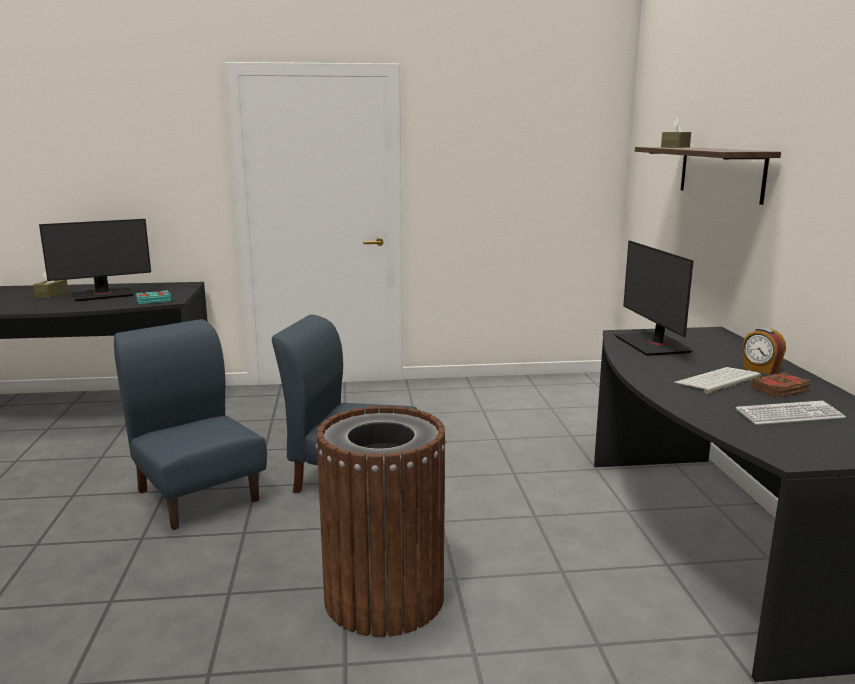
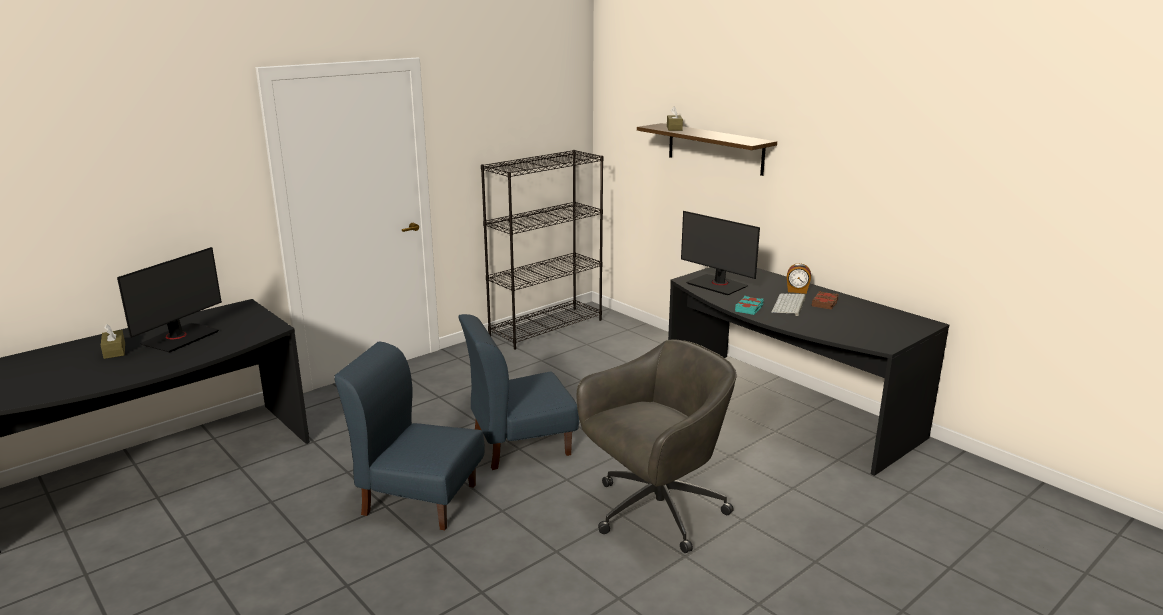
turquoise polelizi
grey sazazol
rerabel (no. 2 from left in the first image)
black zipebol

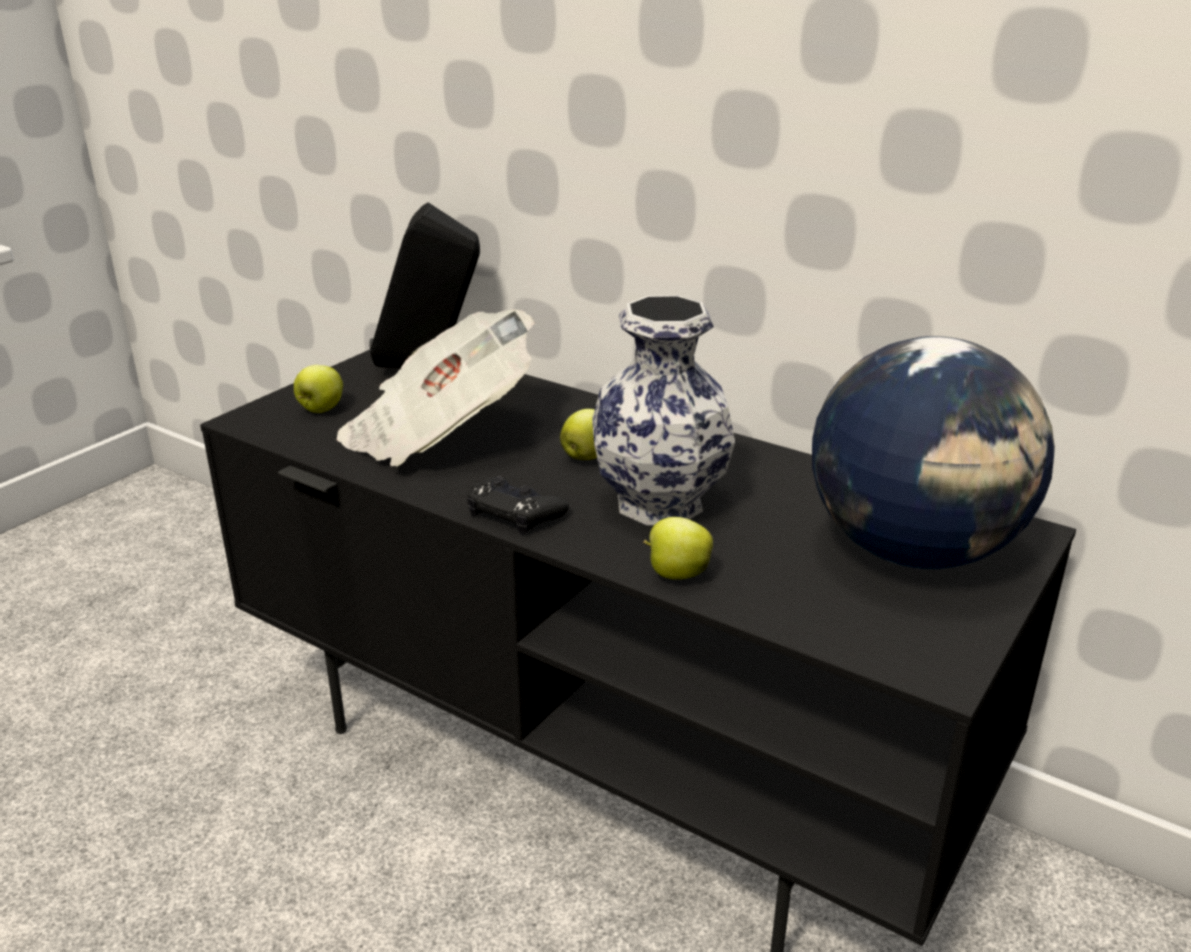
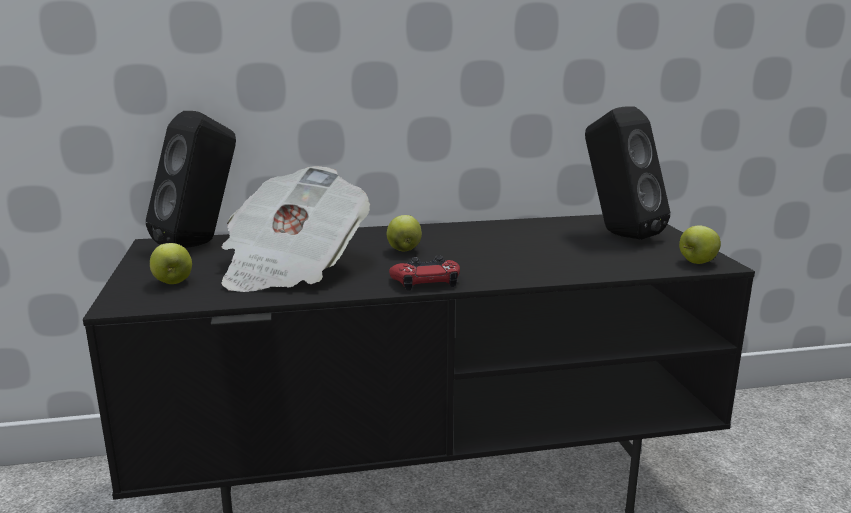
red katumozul
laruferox
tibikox (no. 3 from left)
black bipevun (no. 2 from left)

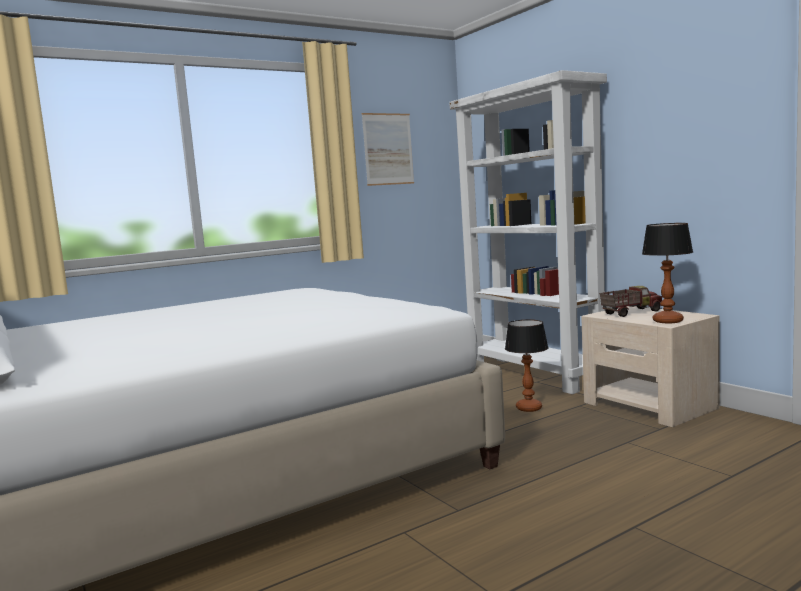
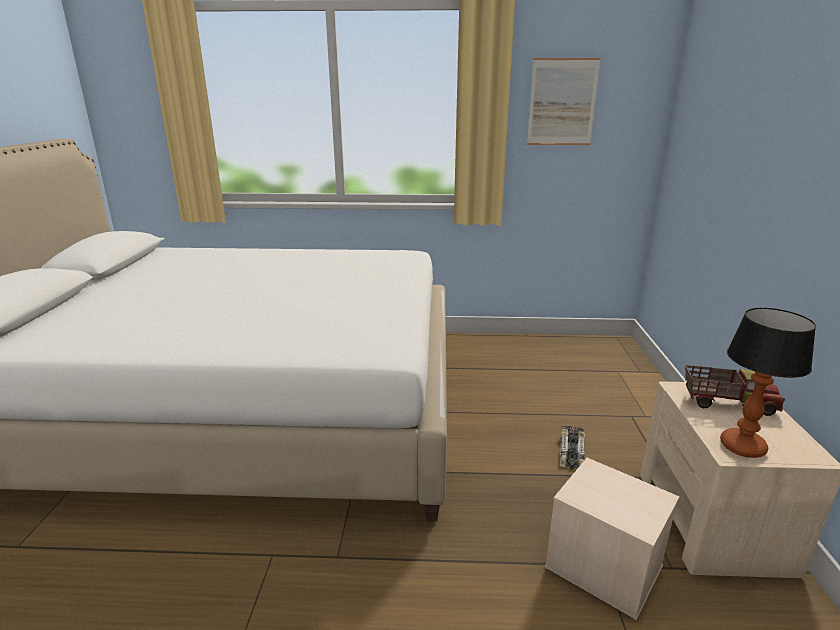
white zipebol
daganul
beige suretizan

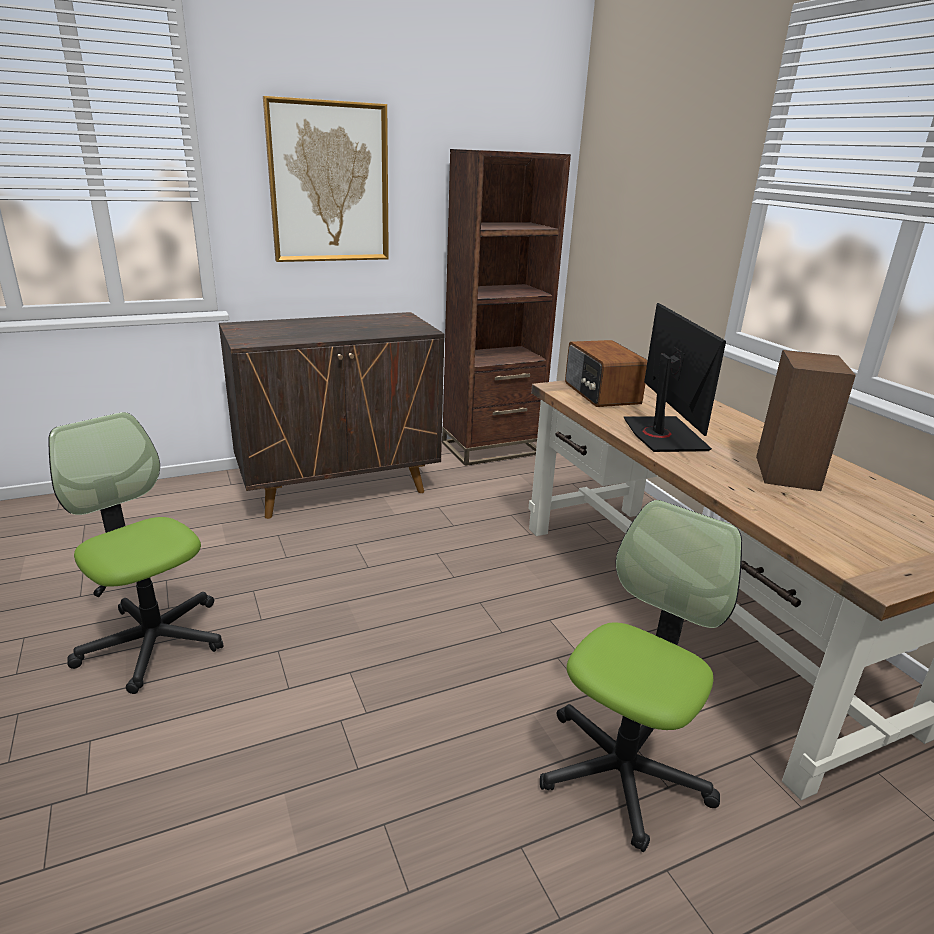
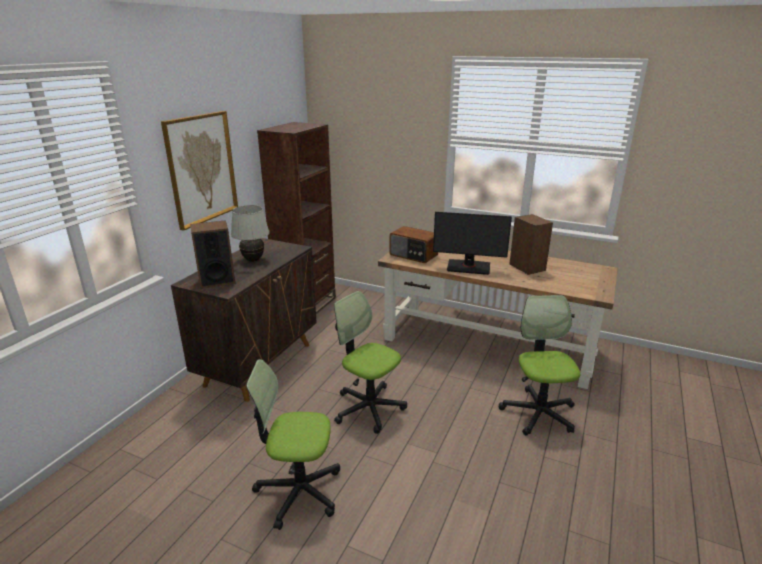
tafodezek
bipevun (no. 1 from left)
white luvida
sazazol (no. 2 from left)

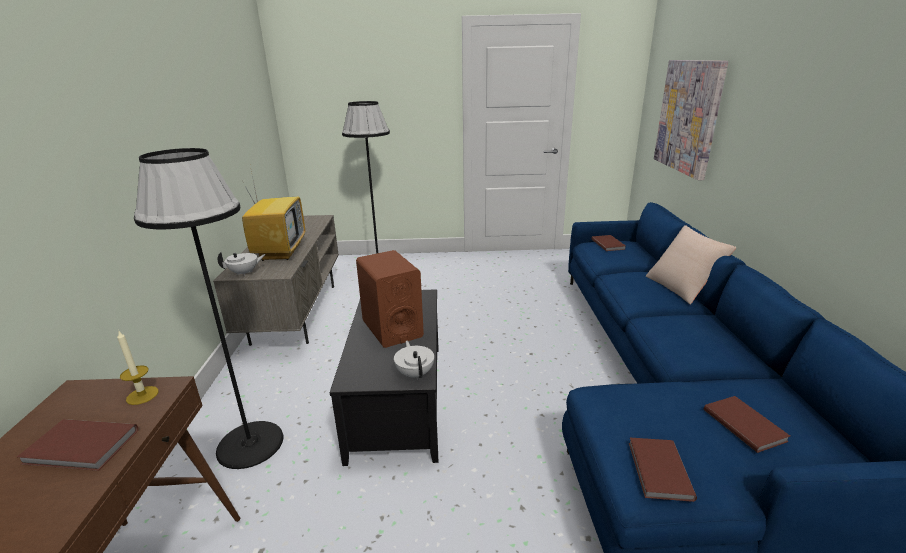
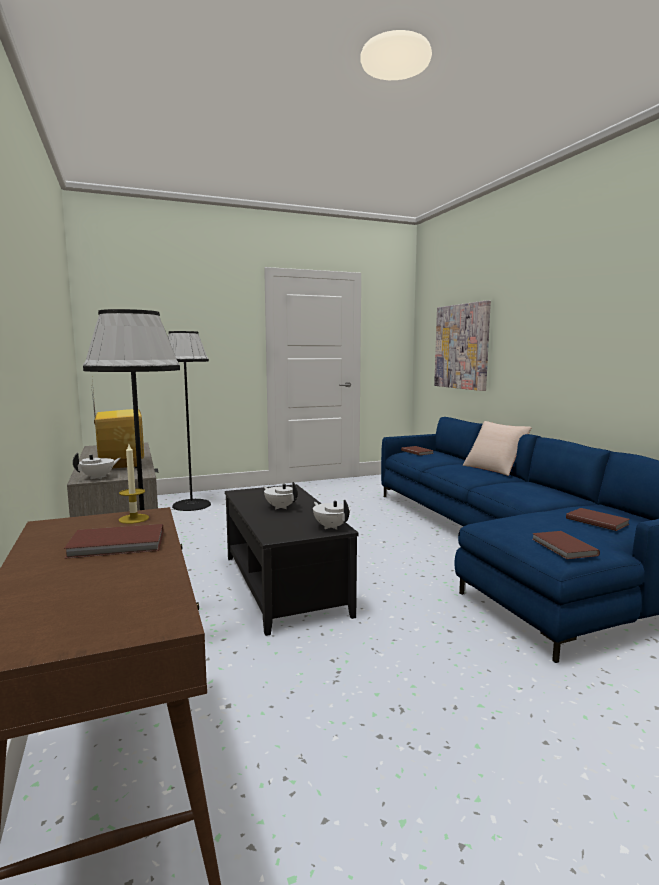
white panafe (no. 2 from left)

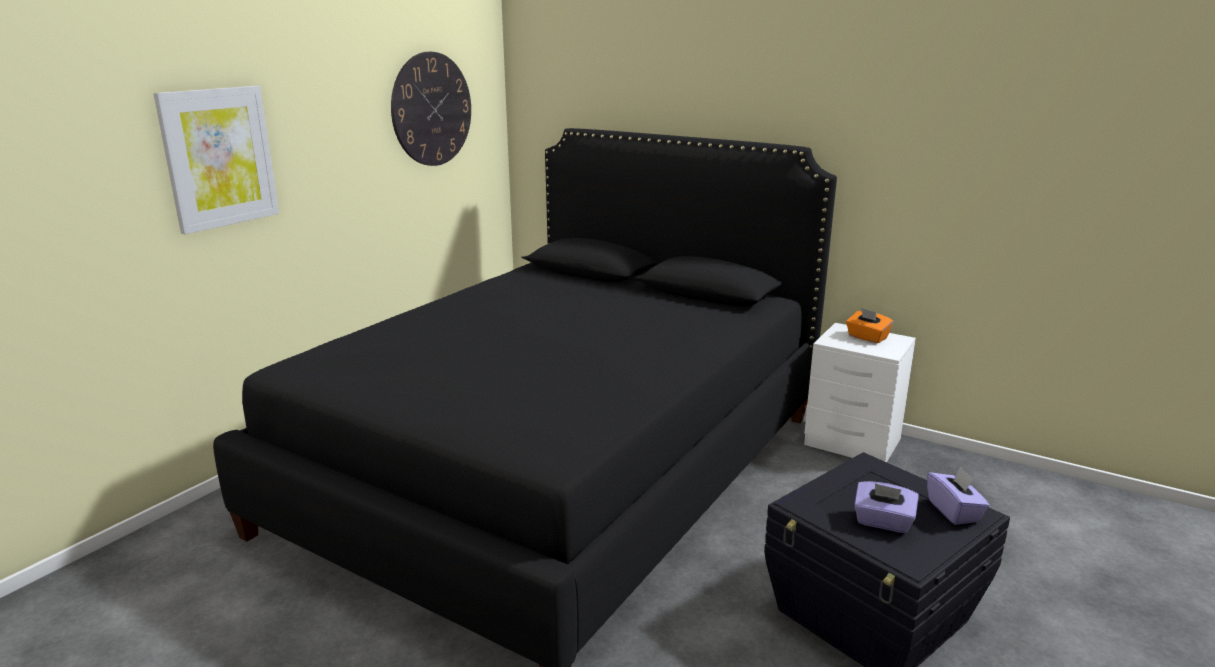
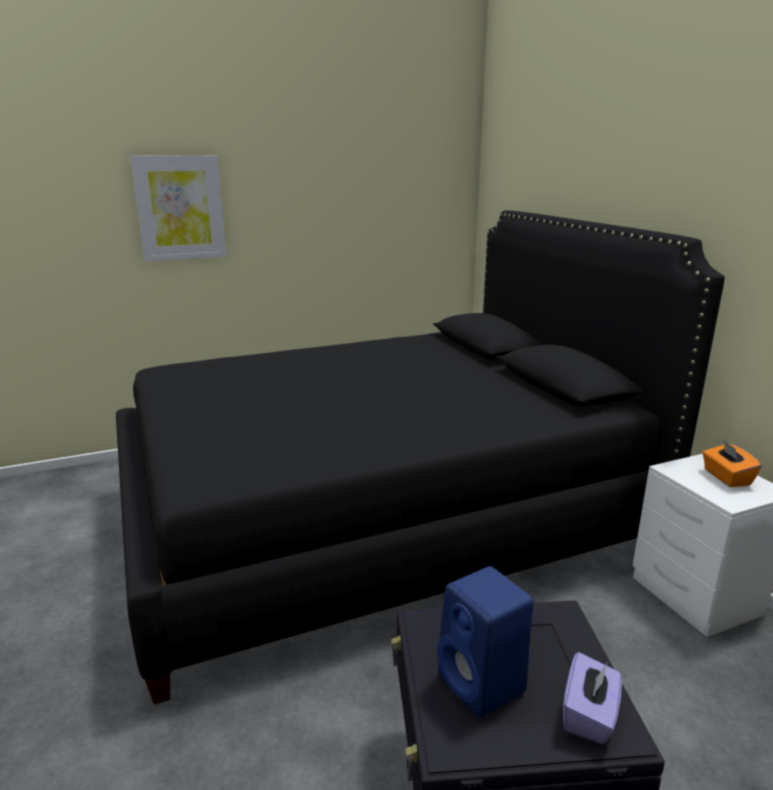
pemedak
blue bipevun

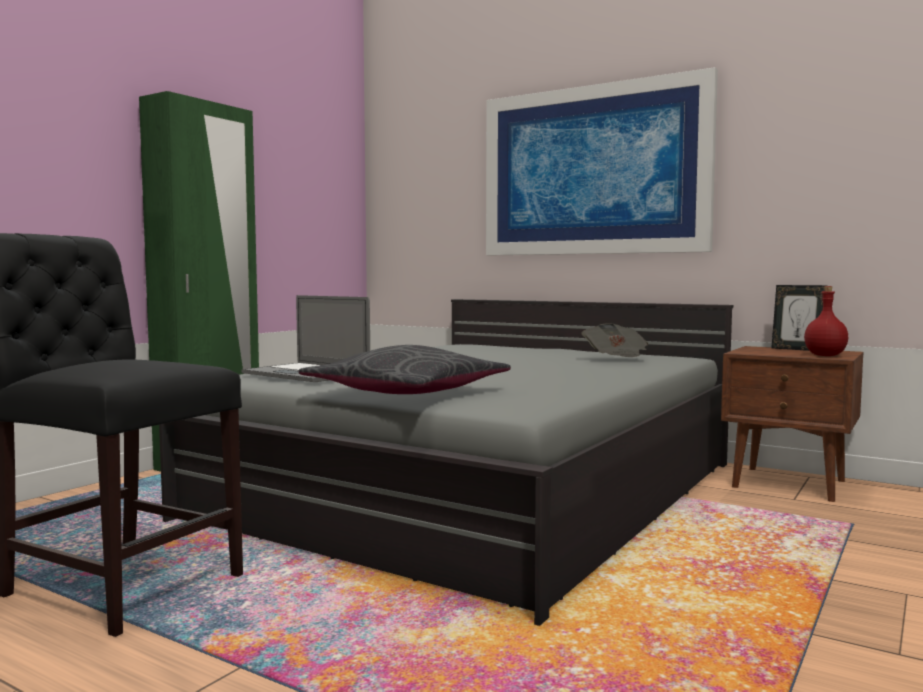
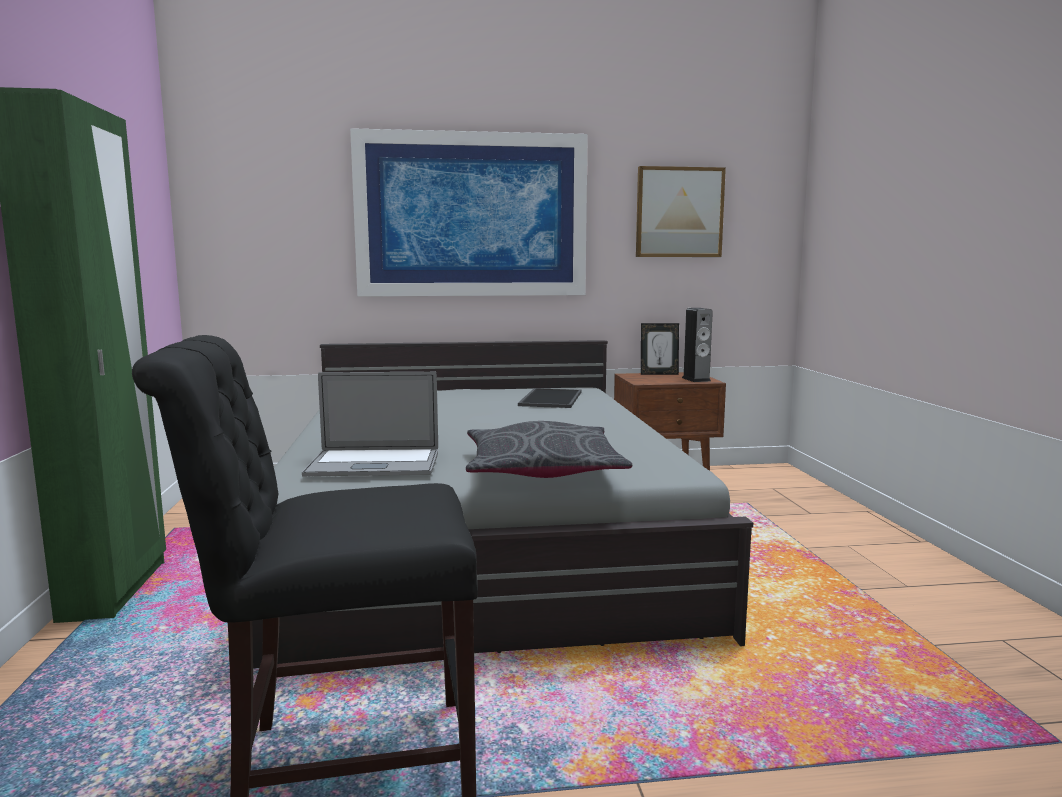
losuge
bipevun
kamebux (no. 2 from left)

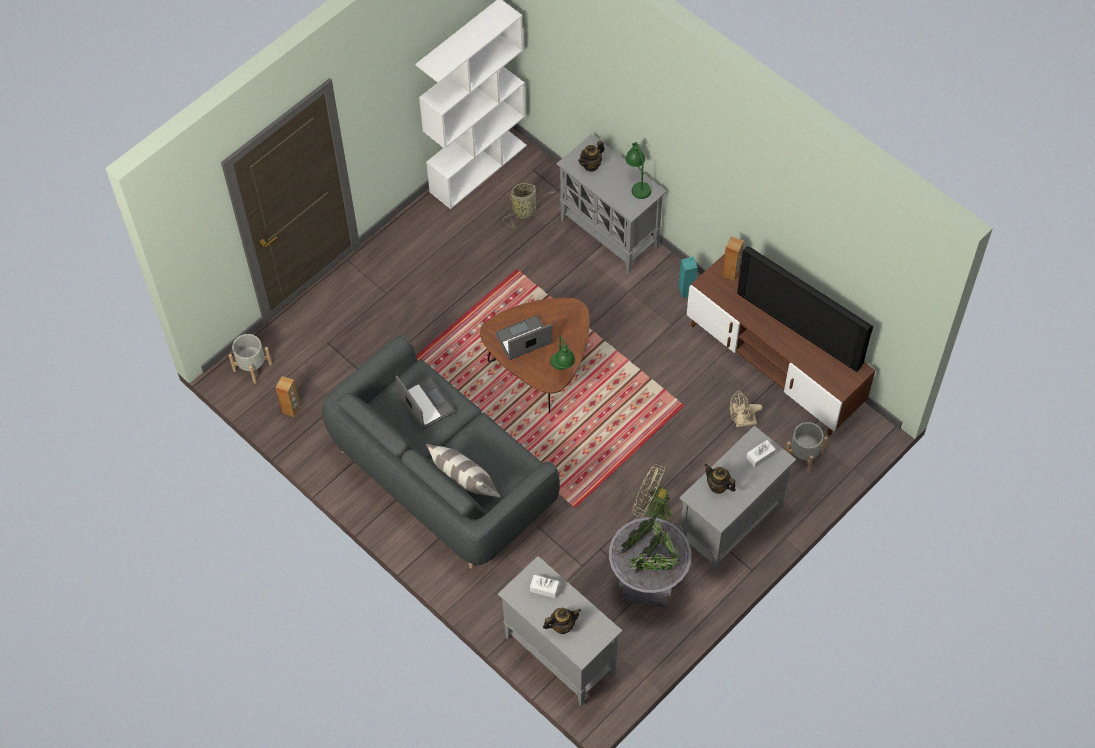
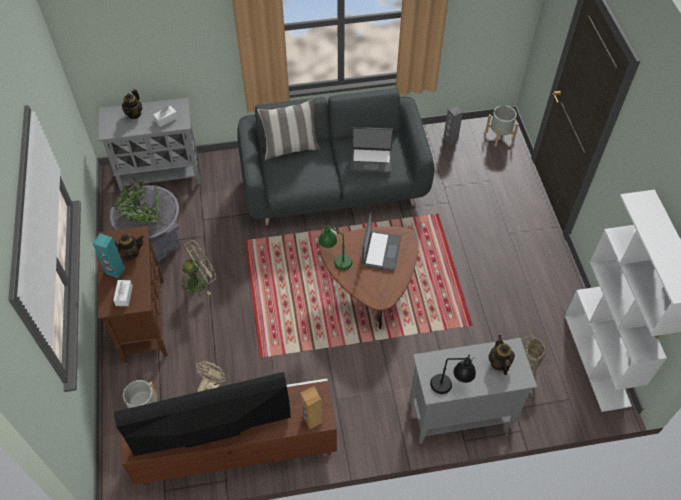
grey bipevun
black luvida
turquoise bipevun
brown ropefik

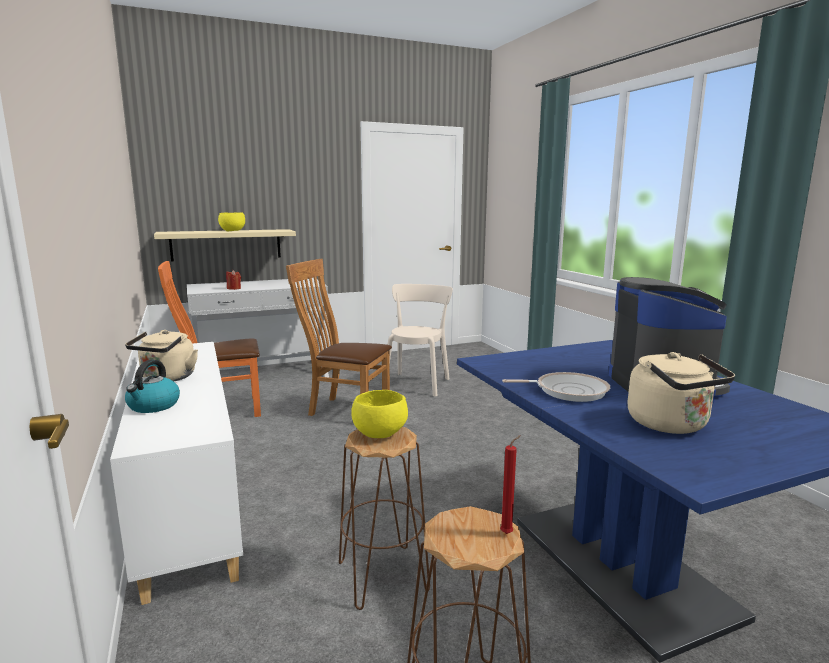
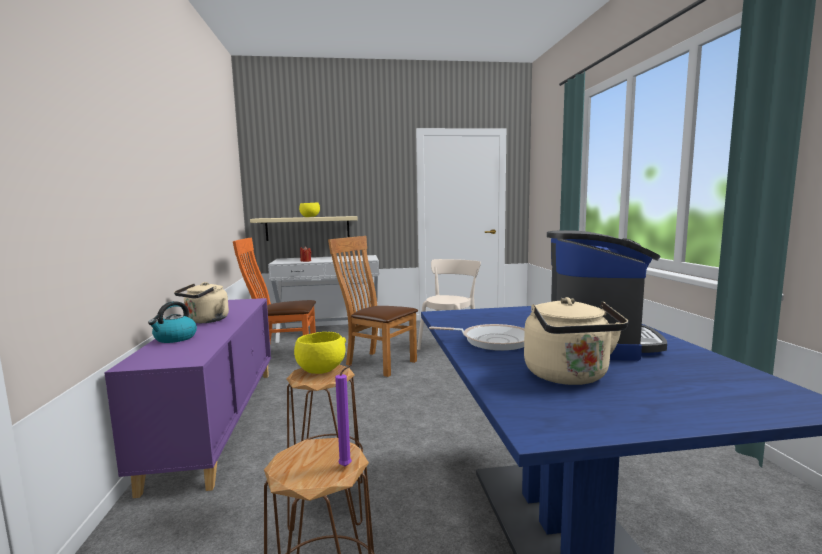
purple ropefik
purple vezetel

